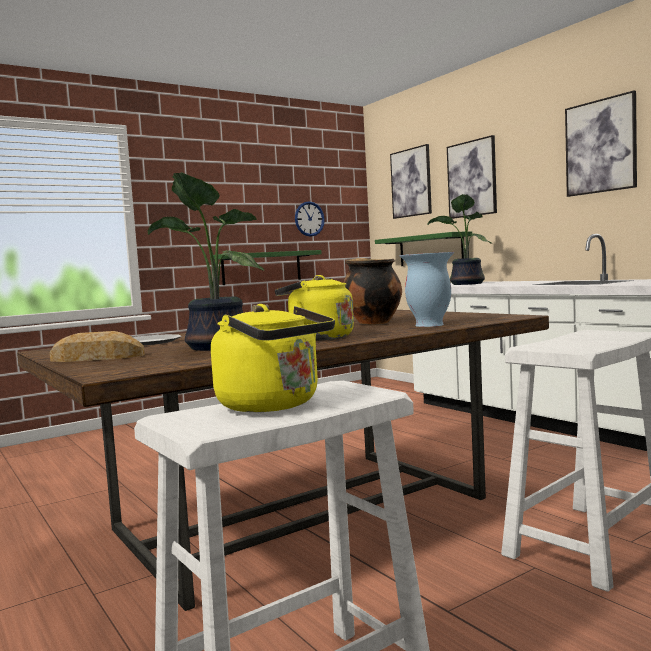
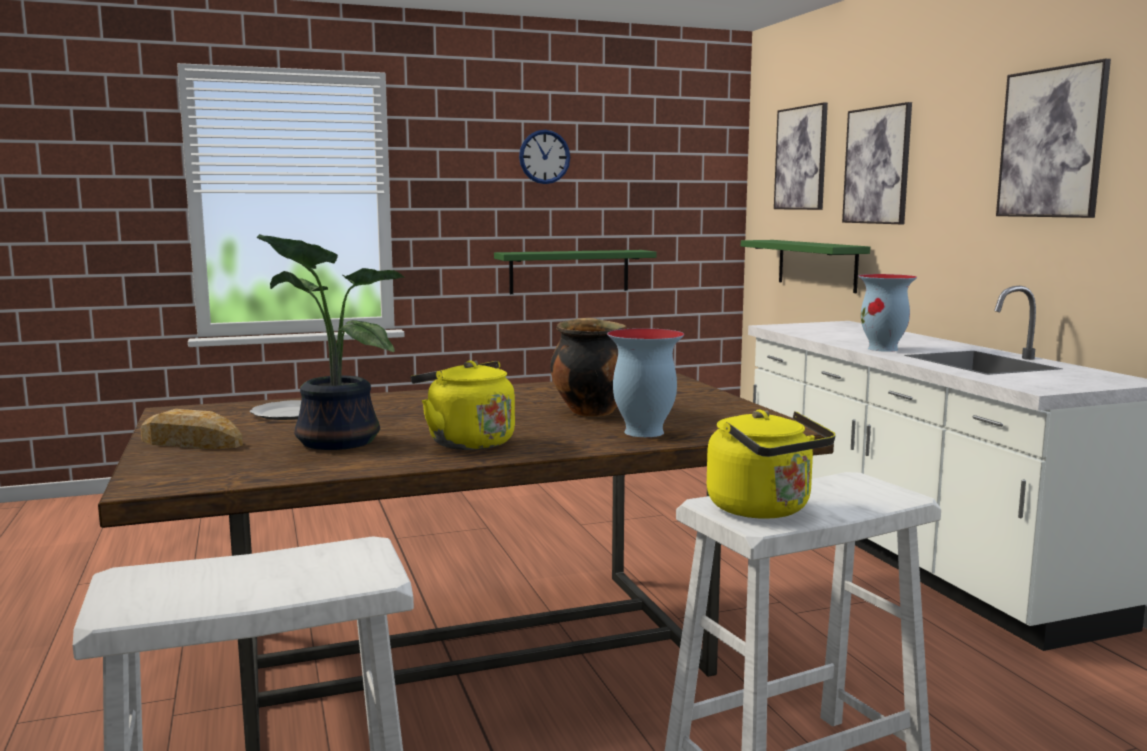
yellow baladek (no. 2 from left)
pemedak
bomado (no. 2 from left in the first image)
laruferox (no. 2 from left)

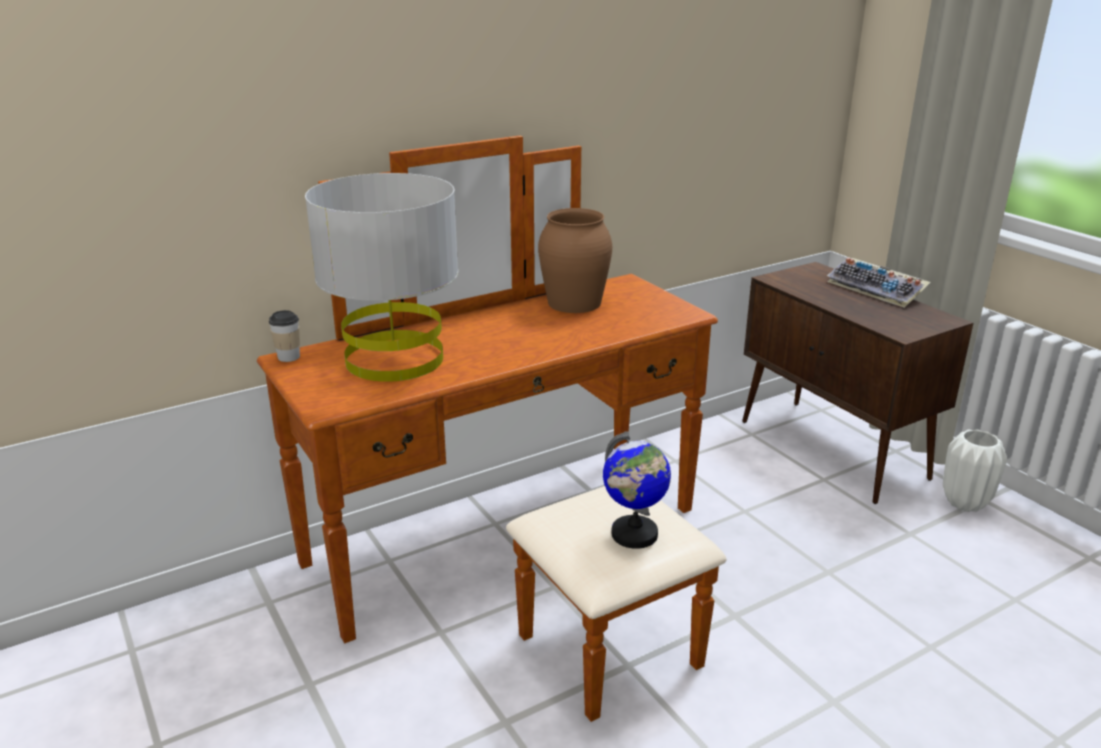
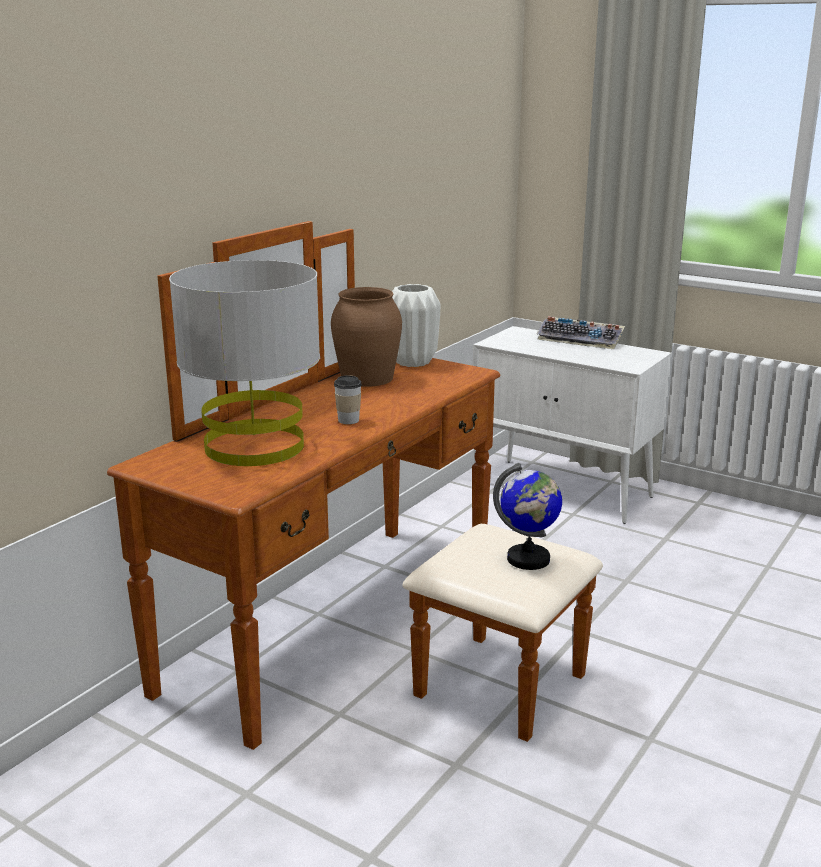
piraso
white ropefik
white laruferox

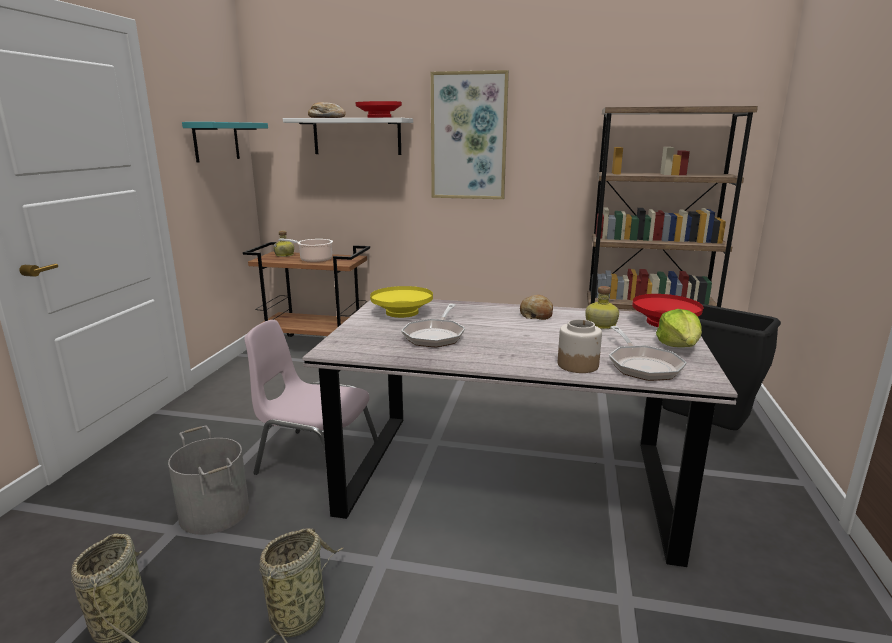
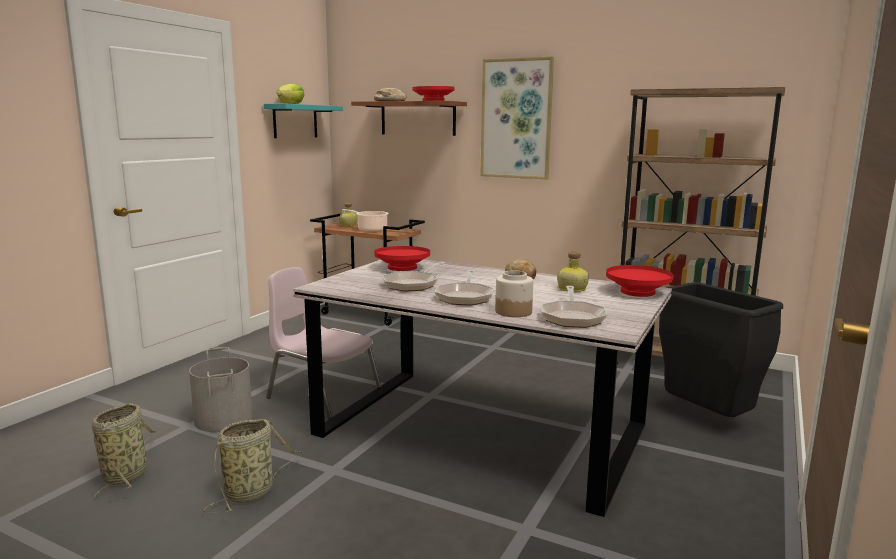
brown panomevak
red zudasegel (no. 1 from left)
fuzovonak
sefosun (no. 2 from left)

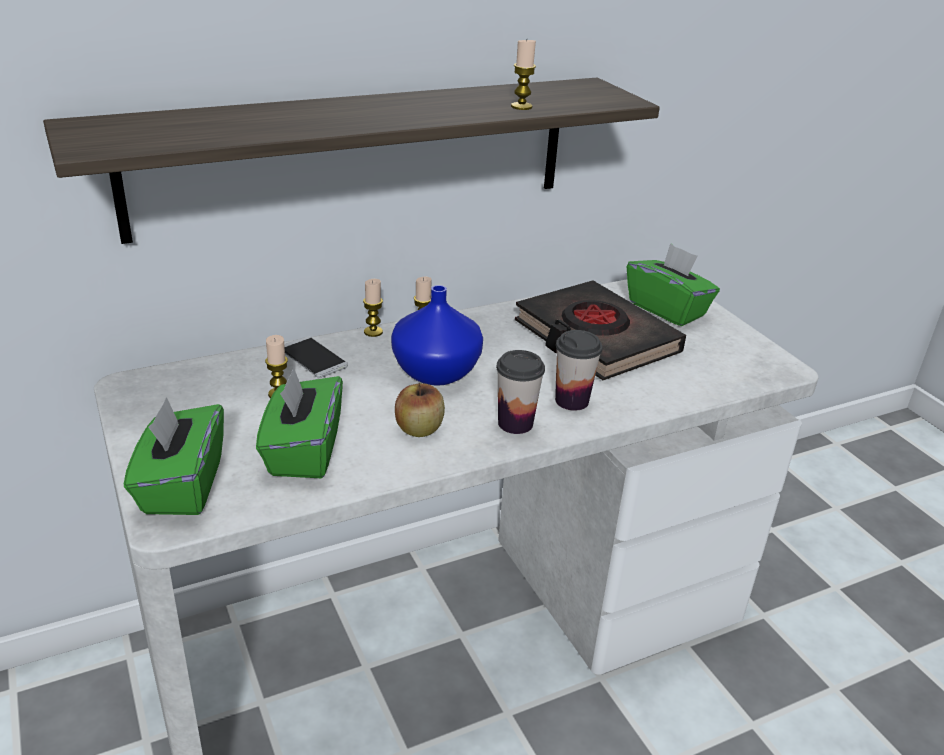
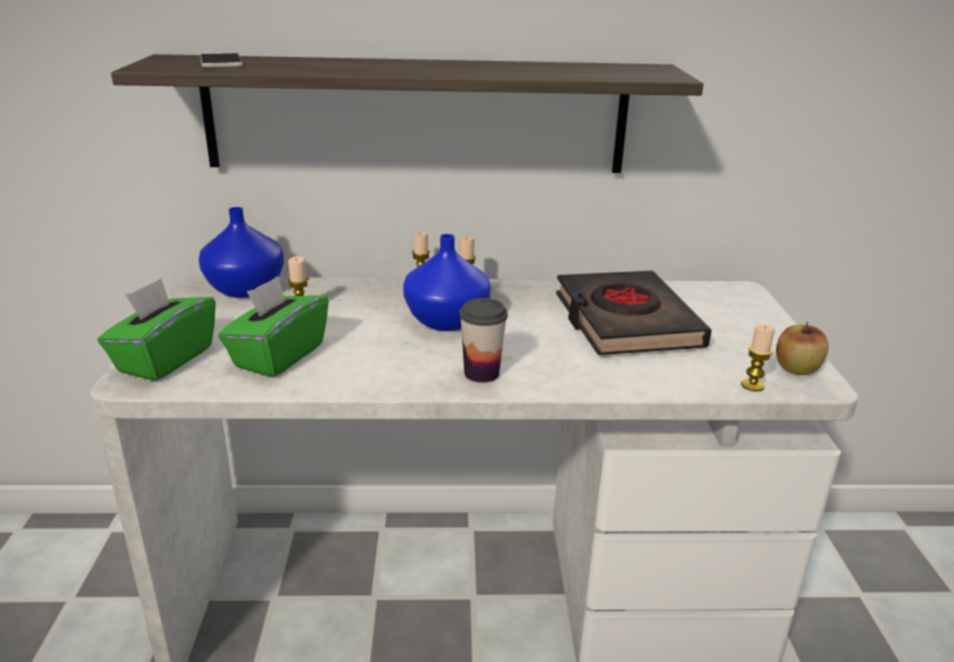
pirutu
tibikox
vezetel (no. 4 from left)
piraso (no. 2 from left in the first image)
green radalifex (no. 3 from left in the first image)
blue laruferox (no. 1 from left)

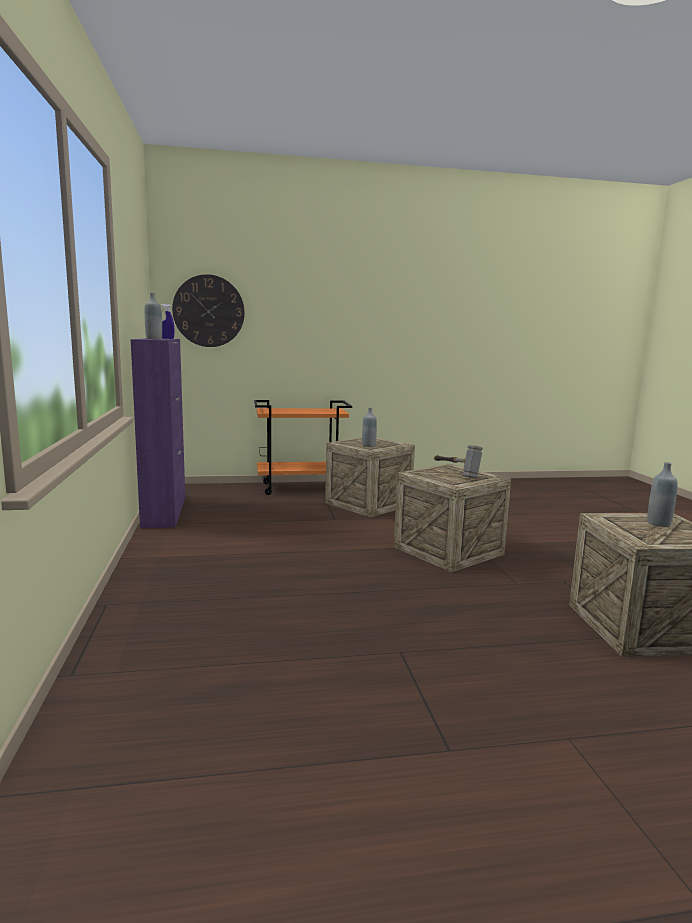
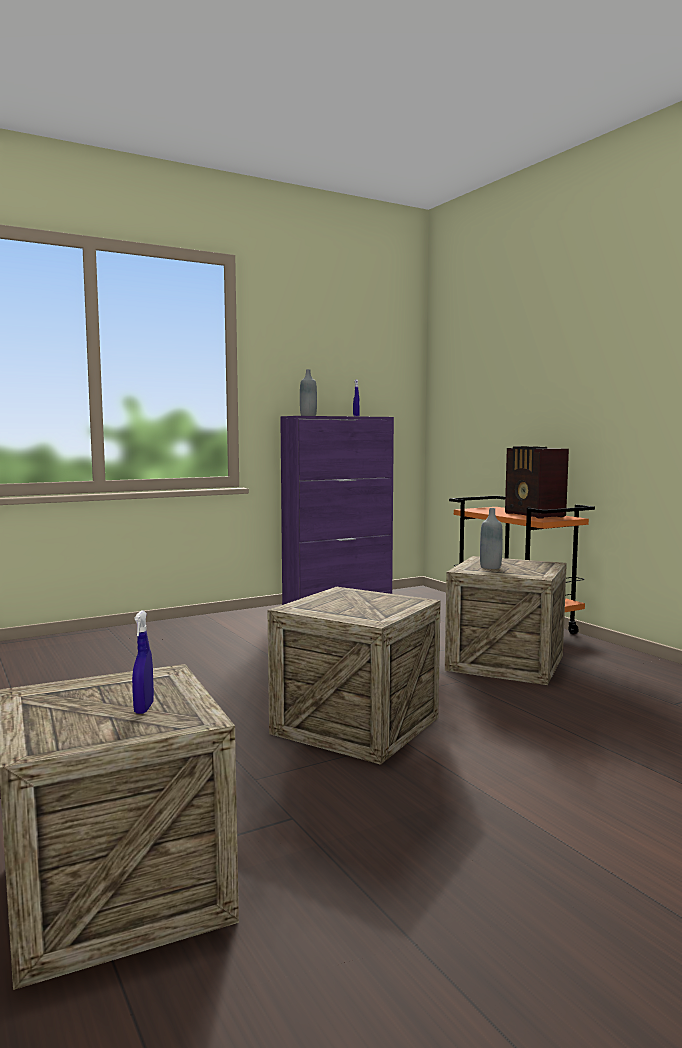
pemedak
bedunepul
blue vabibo (no. 1 from left)
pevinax

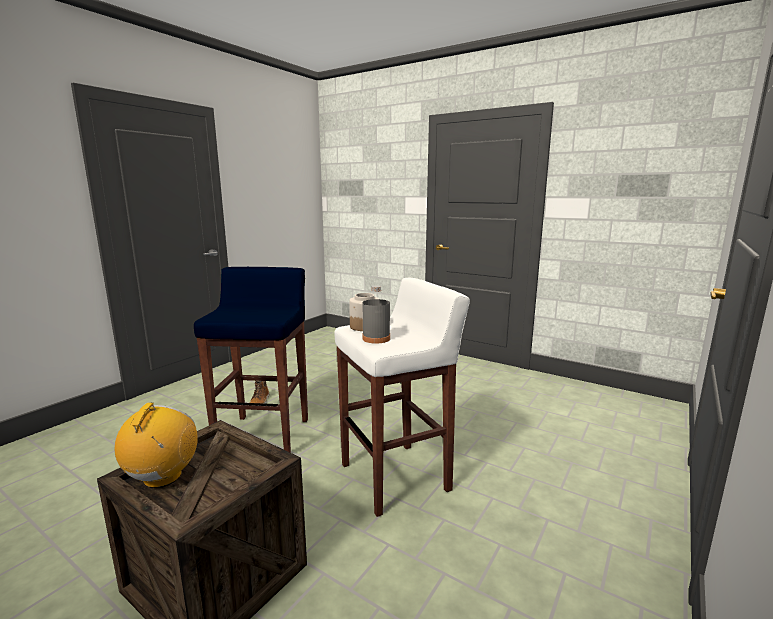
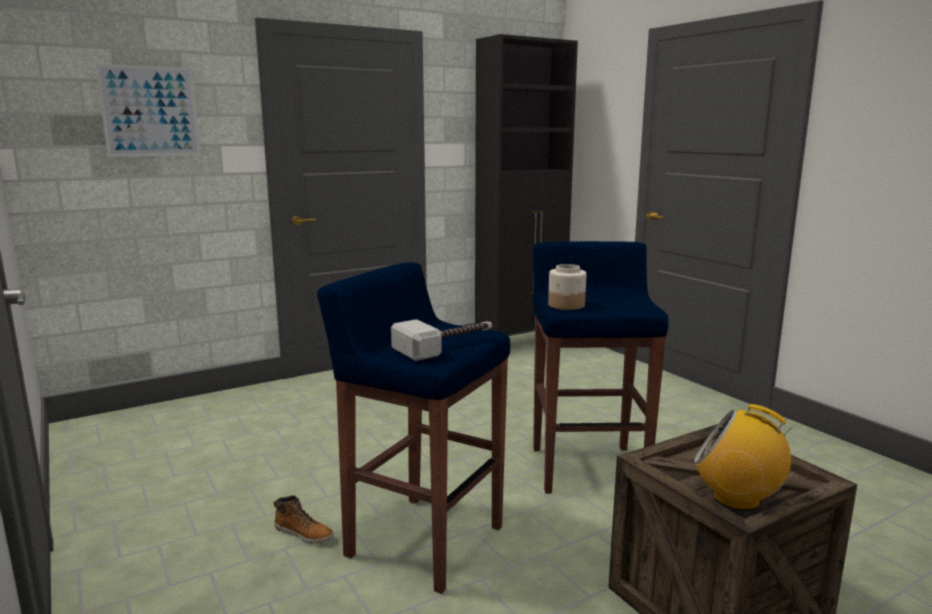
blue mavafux (no. 2 from left)
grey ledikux
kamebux
bedunepul
black ropefik

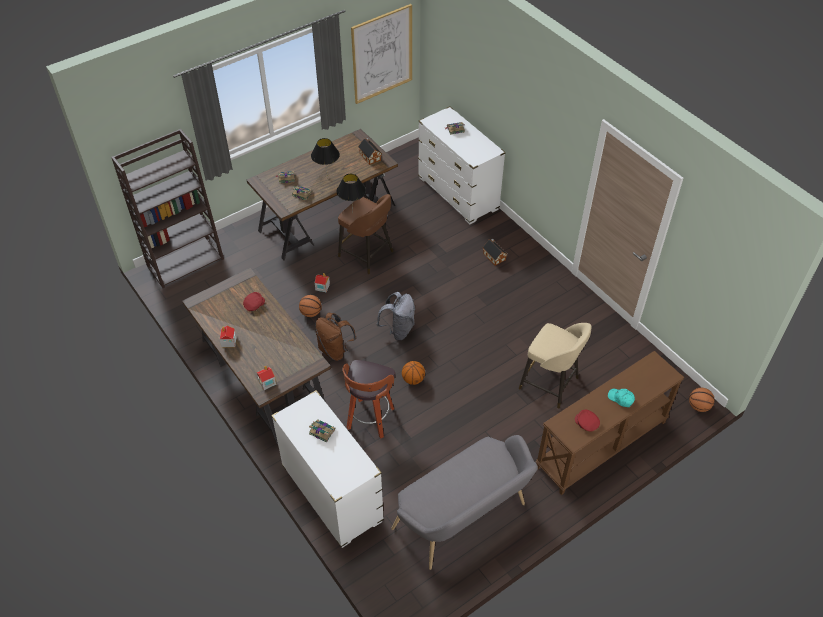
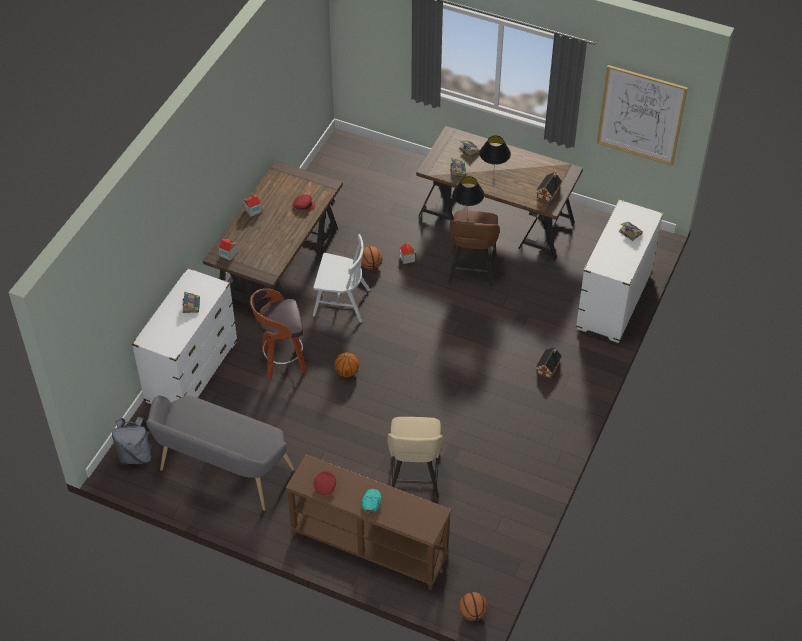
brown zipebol
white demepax
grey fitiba

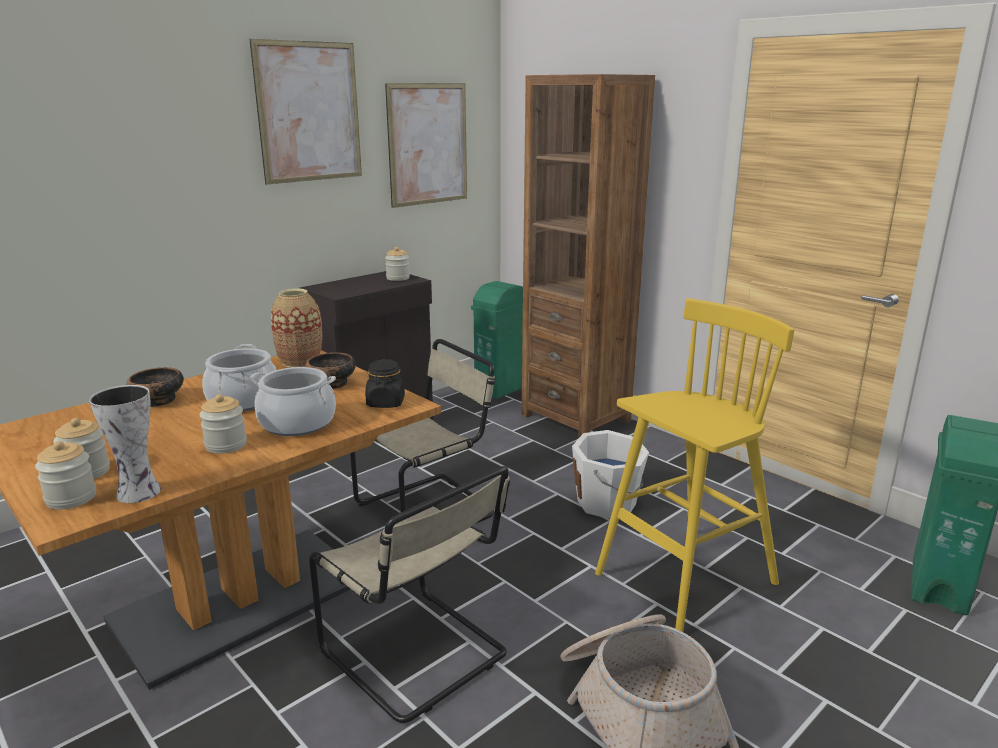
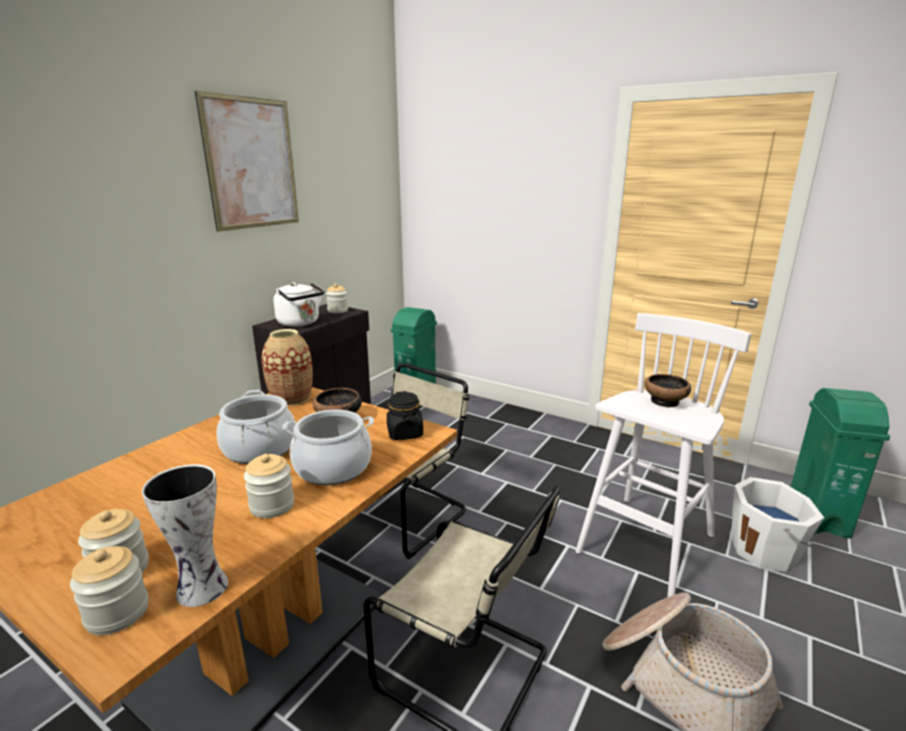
zudasegel (no. 2 from left)
kamebux (no. 2 from left in the first image)
brown zipebol
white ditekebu
white mavafux
white baladek

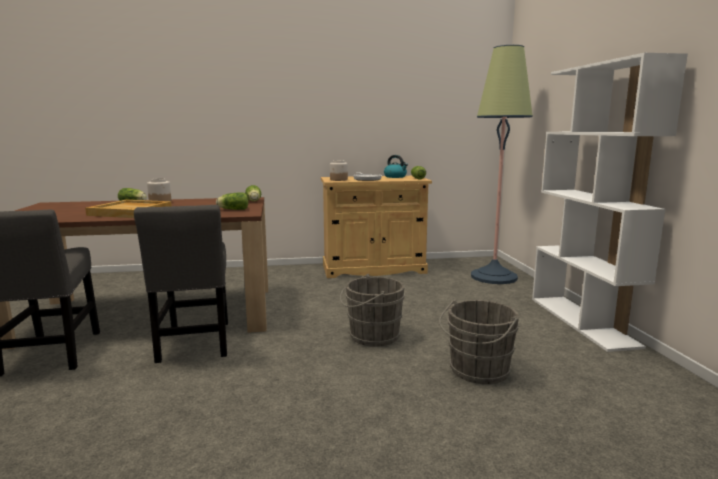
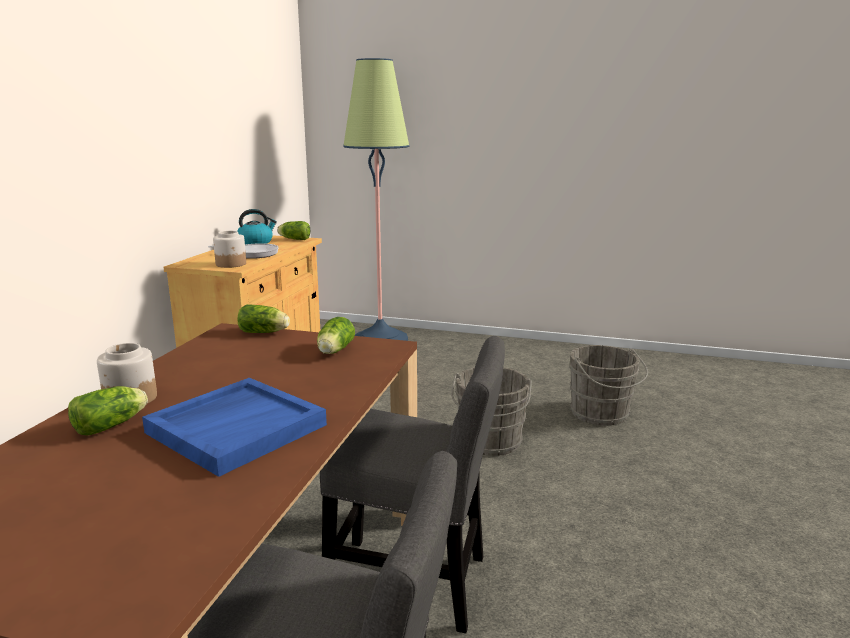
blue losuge
white zipebol

